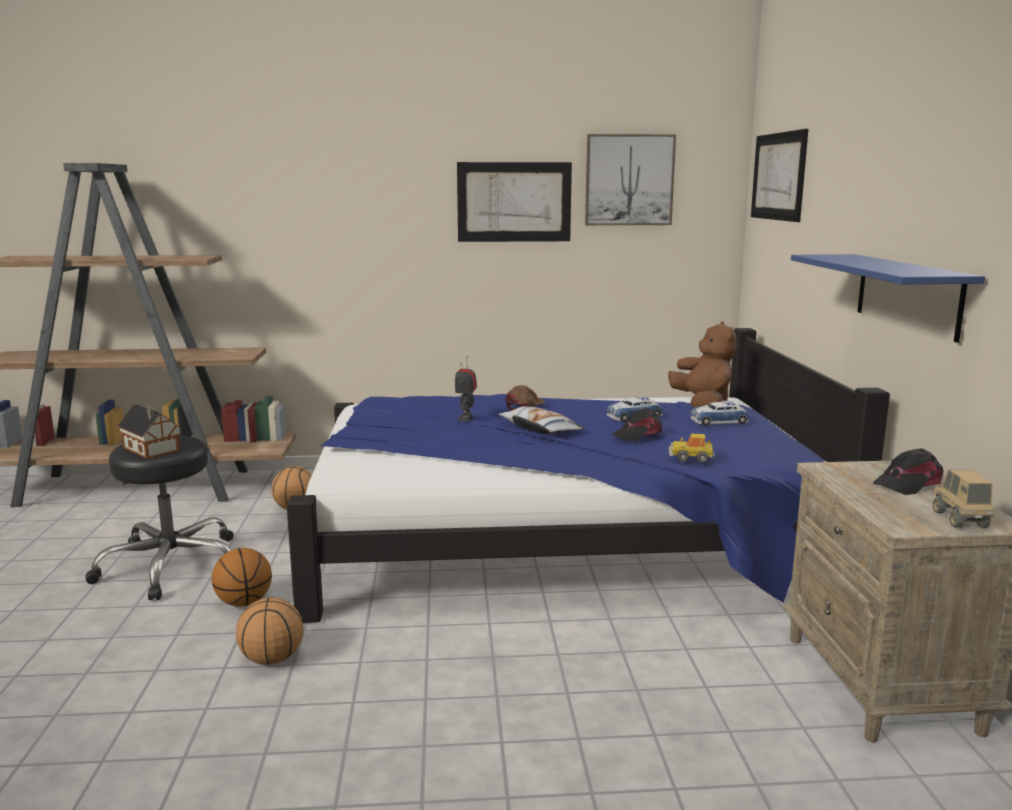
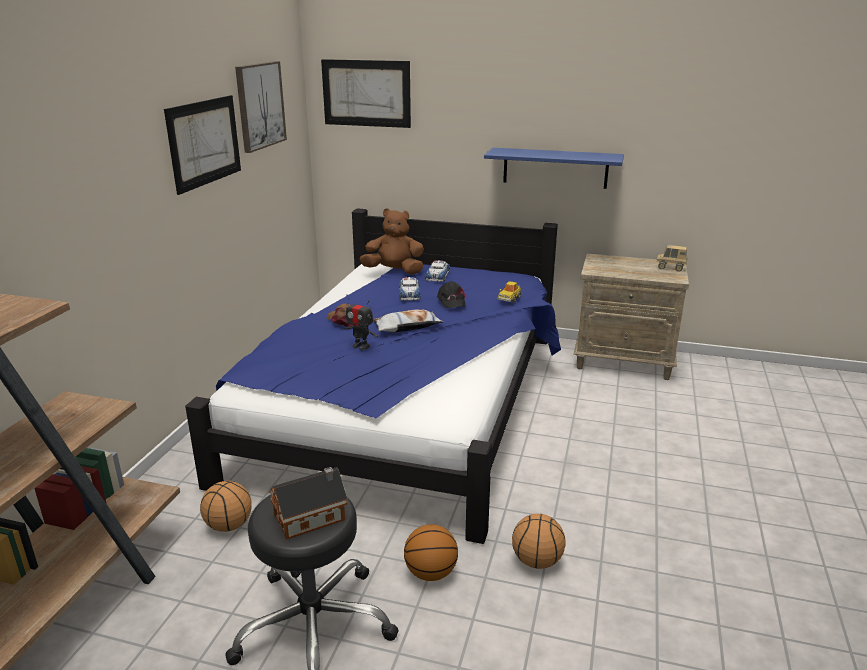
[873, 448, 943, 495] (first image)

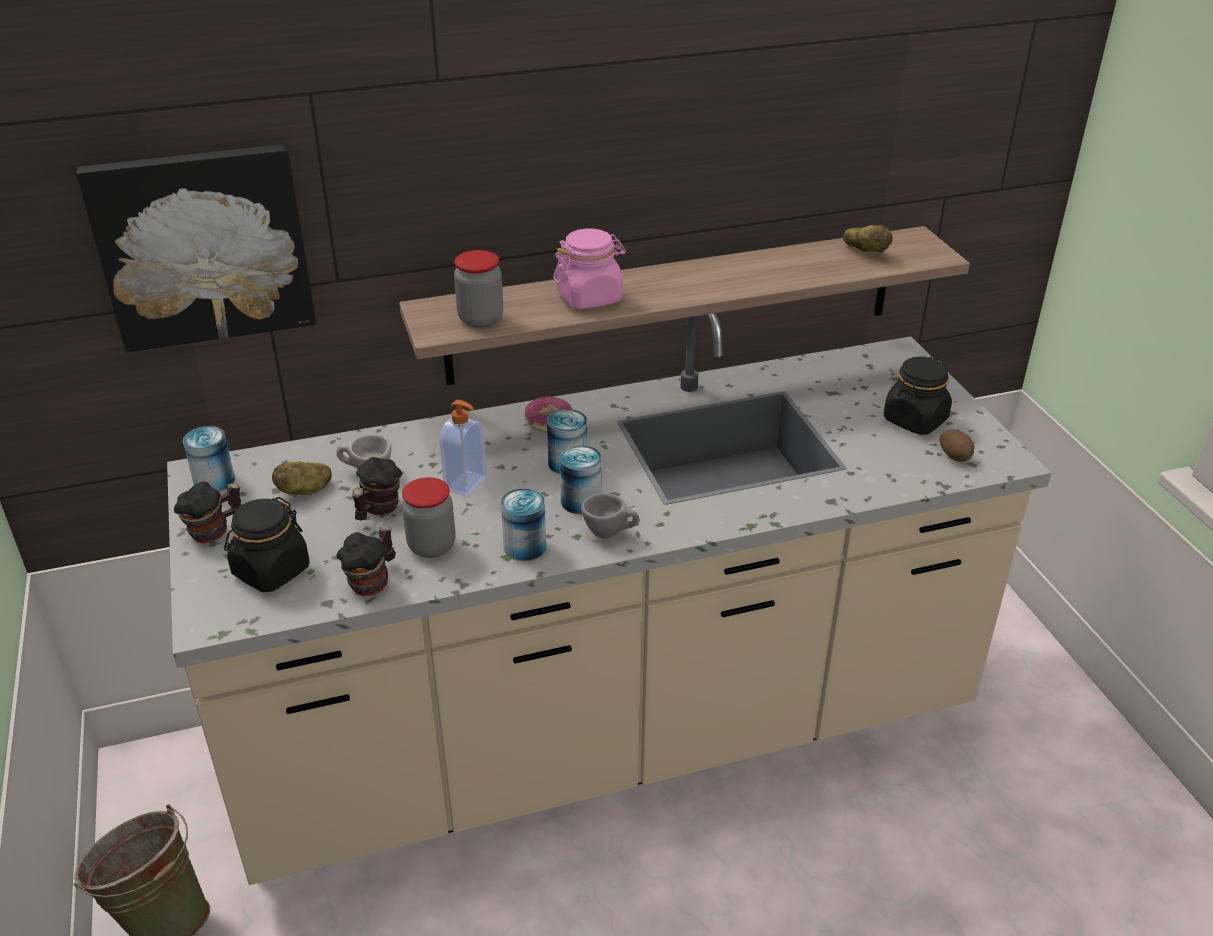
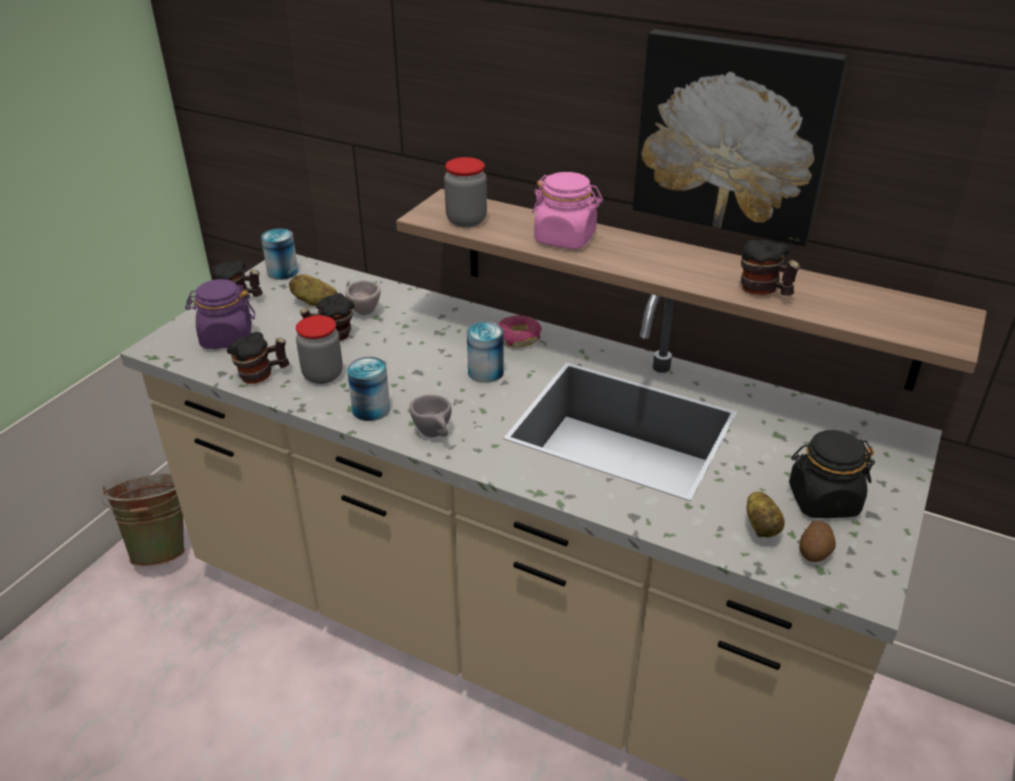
[633, 29, 848, 247]
[746, 492, 785, 538]
[439, 400, 487, 497] (first image)
[560, 445, 601, 514] (first image)
[185, 279, 255, 349]
[741, 240, 800, 296]

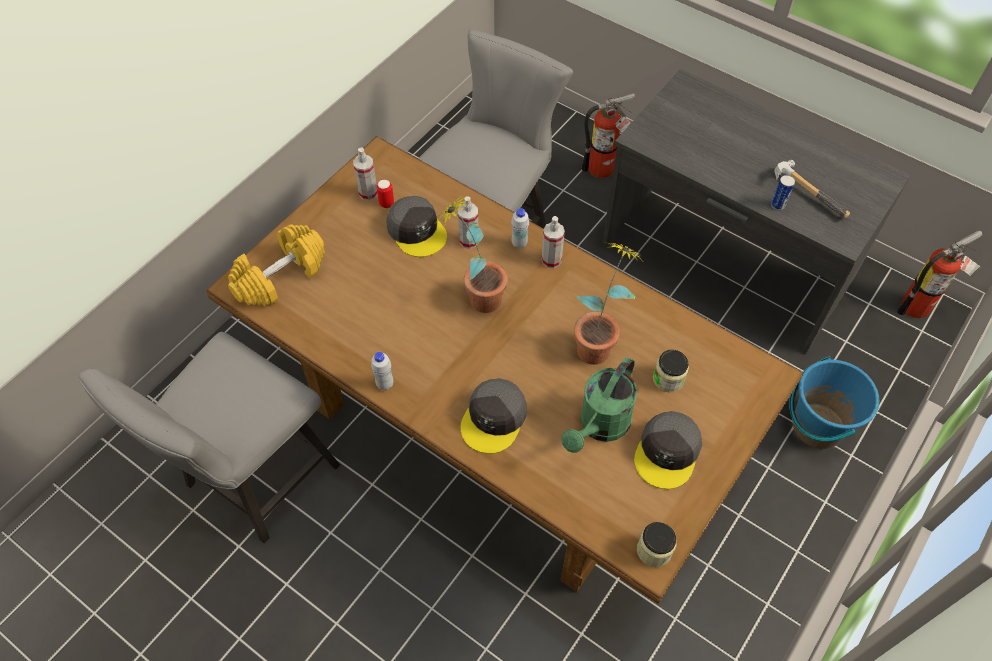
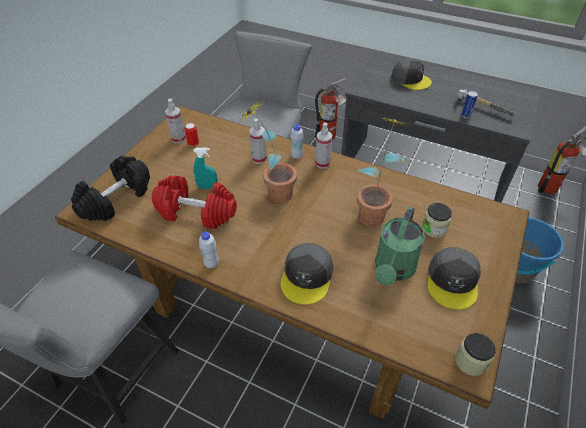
[391, 58, 432, 90]
[71, 156, 150, 221]
[194, 148, 218, 189]
[152, 176, 237, 229]

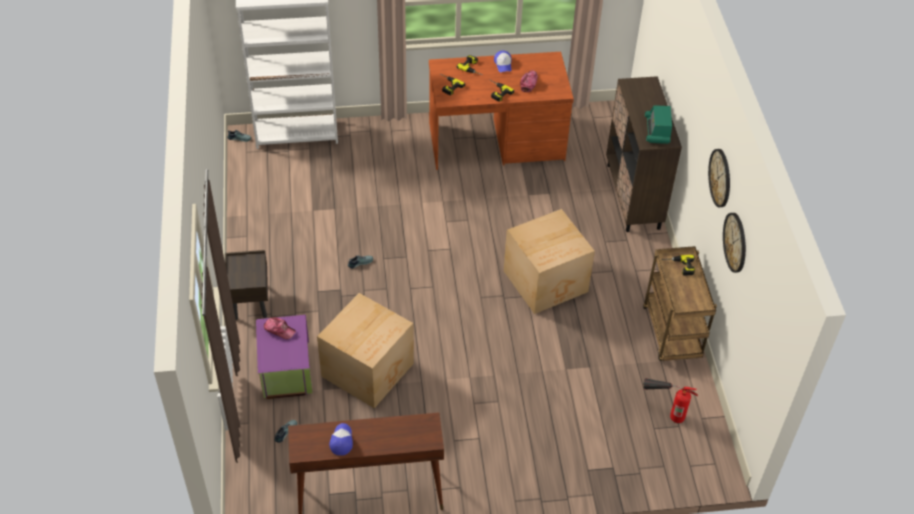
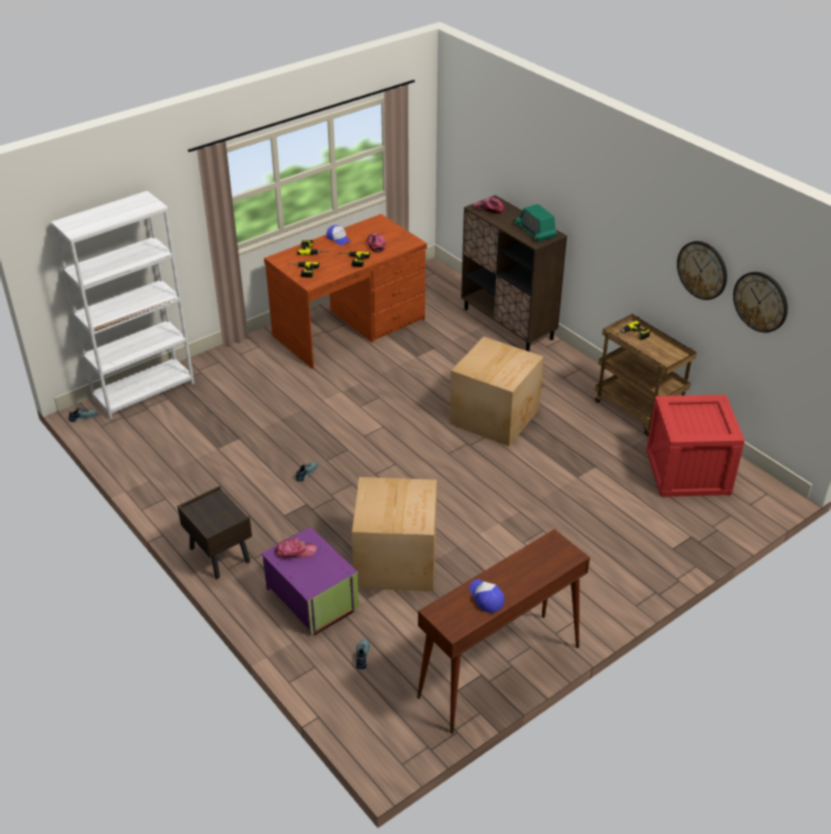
[733, 272, 788, 333]
[646, 395, 745, 497]
[473, 197, 505, 214]

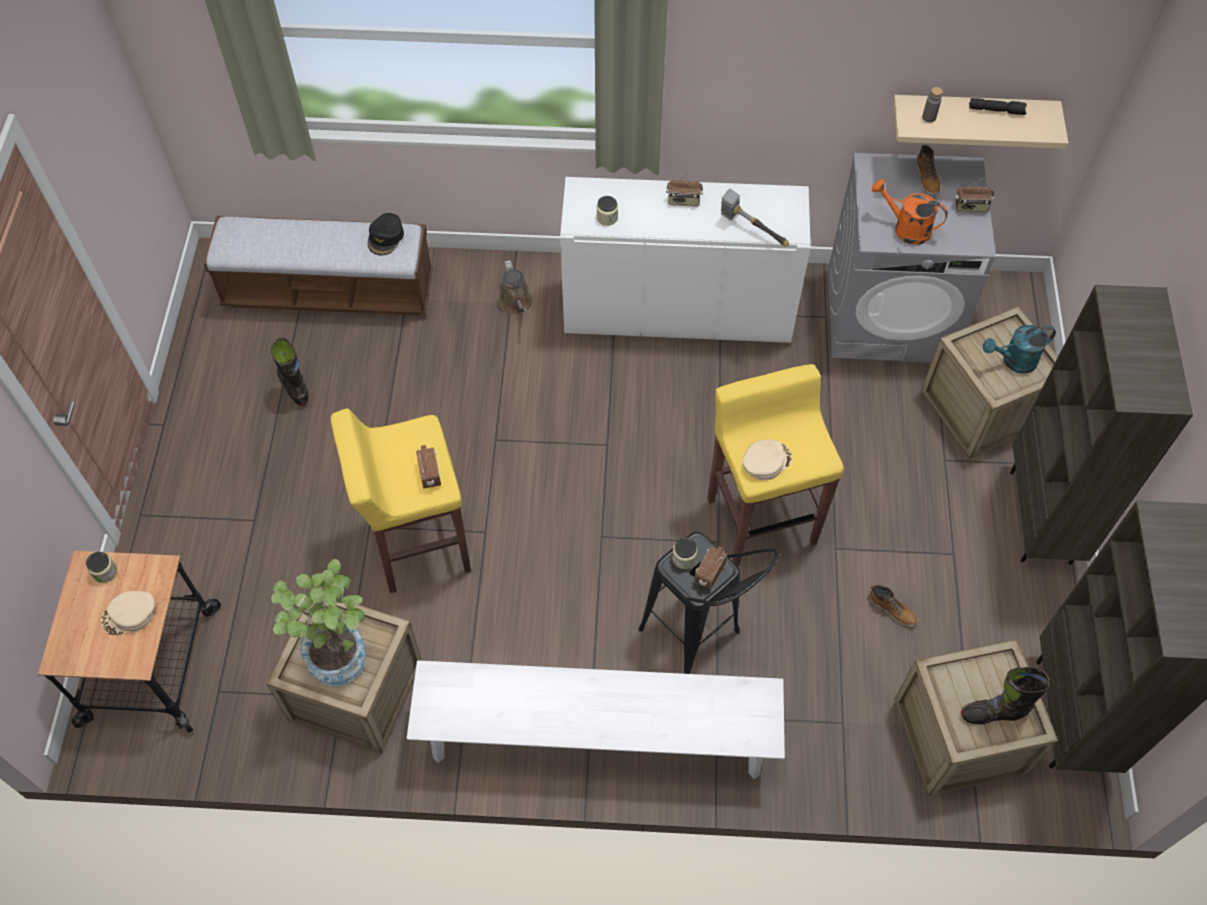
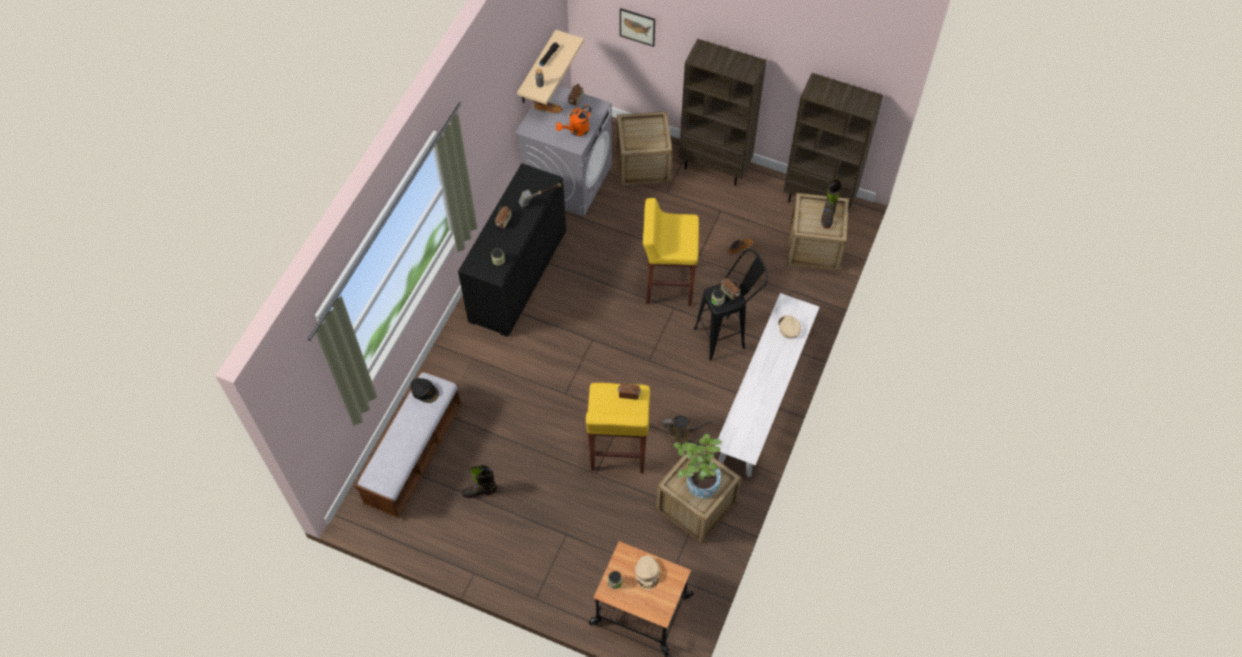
[458, 163, 566, 337]
[663, 415, 715, 443]
[983, 325, 1056, 374] (first image)
[778, 315, 801, 339]
[620, 8, 655, 47]

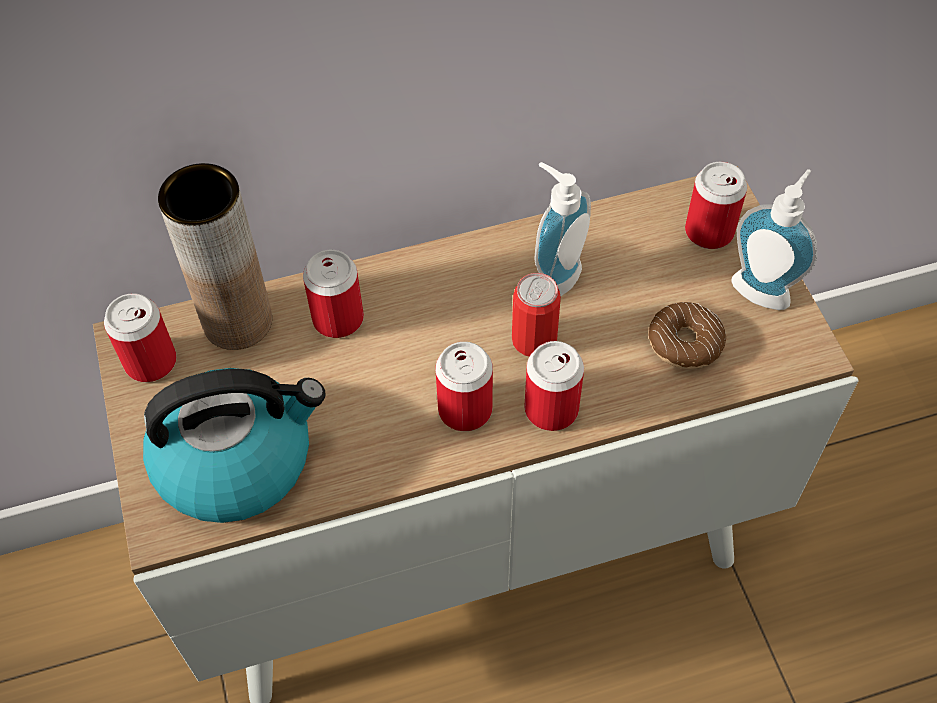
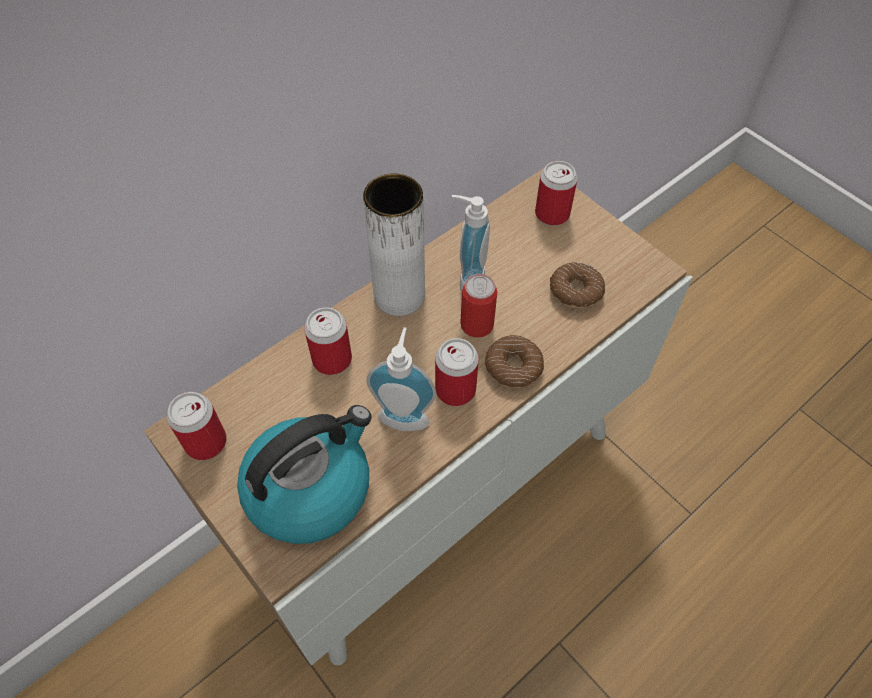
[158, 163, 272, 350] (first image)
[366, 327, 437, 431]
[485, 335, 544, 389]
[363, 173, 425, 316]

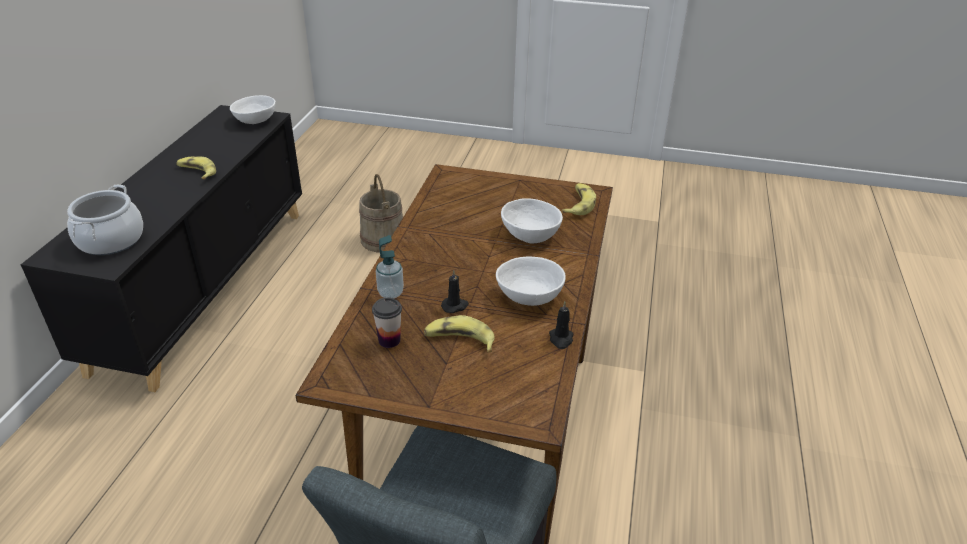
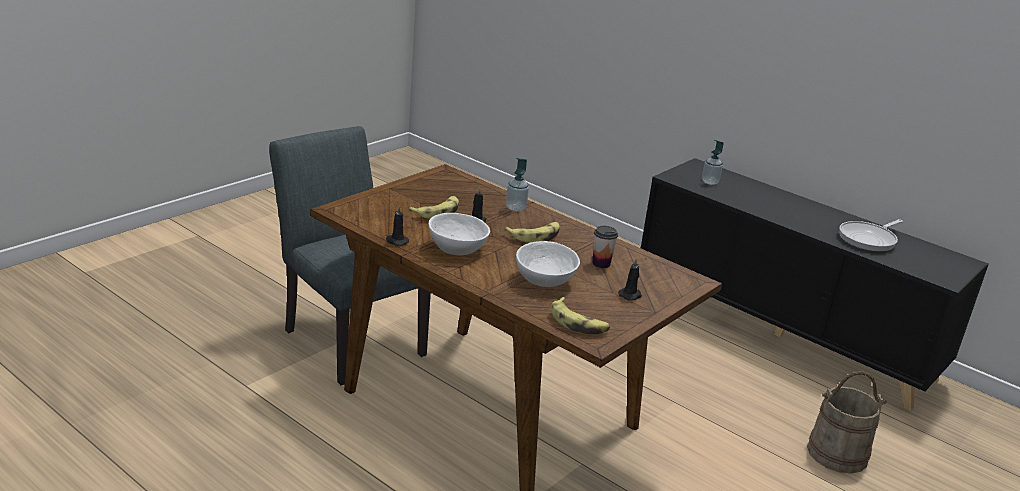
[230, 95, 276, 124] (first image)
[504, 222, 560, 243]
[702, 140, 724, 185]
[593, 226, 618, 268]
[839, 219, 903, 252]
[618, 258, 642, 300]

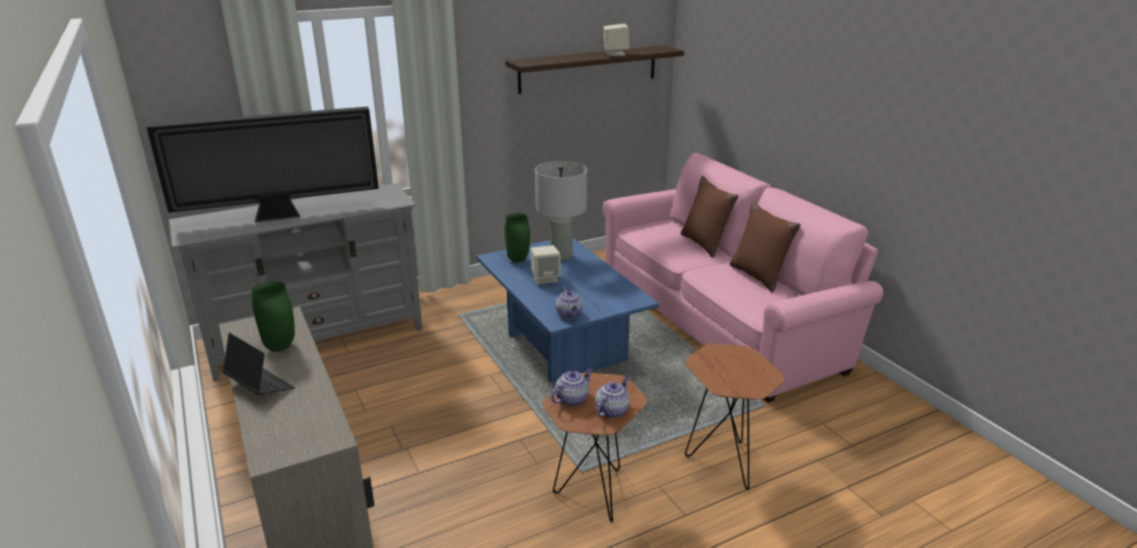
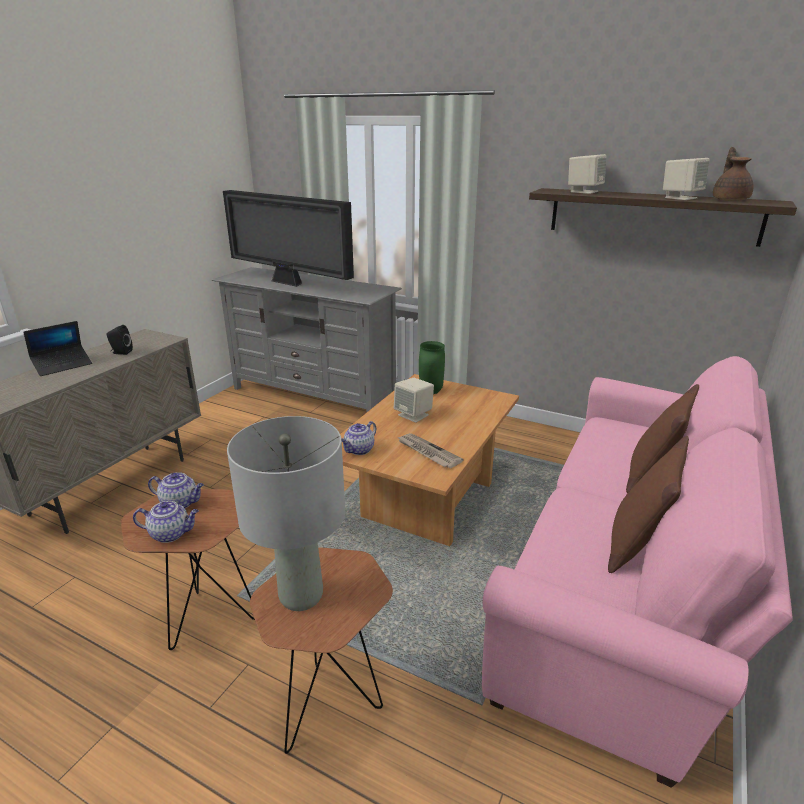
[227, 416, 345, 611]
[340, 374, 519, 546]
[107, 325, 133, 355]
[23, 321, 92, 376]
[713, 147, 753, 201]
[568, 154, 607, 194]
[397, 433, 464, 468]

